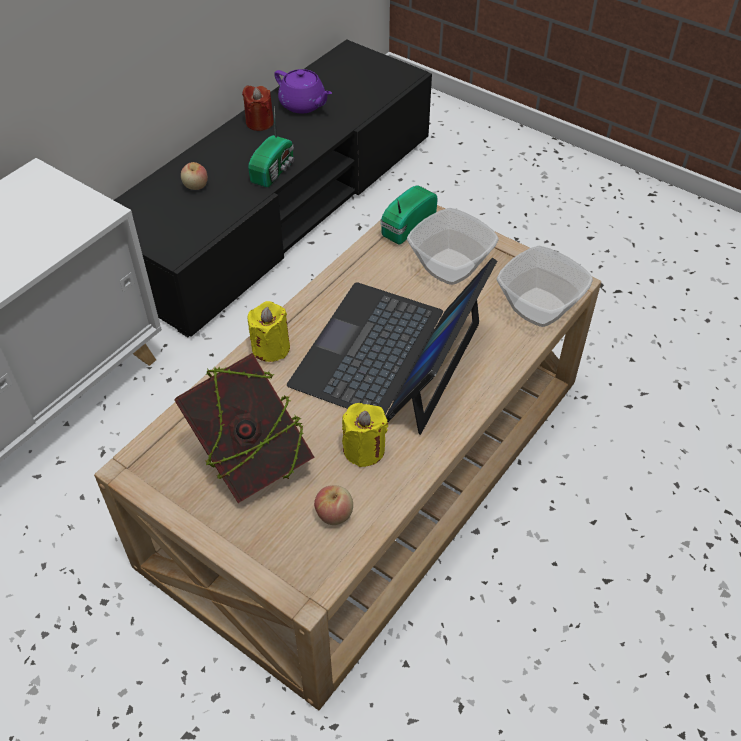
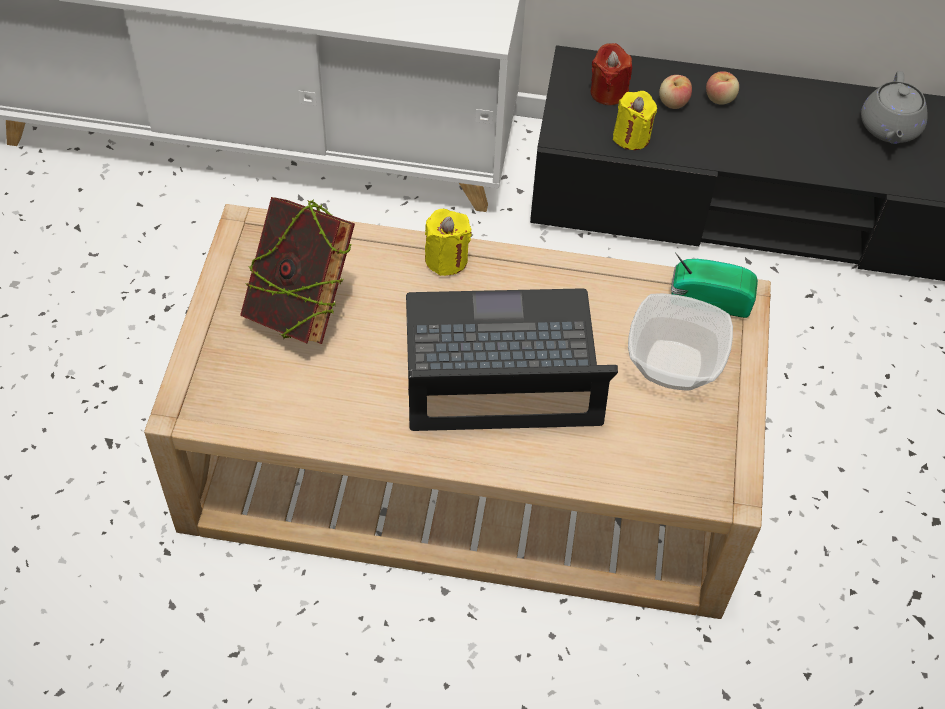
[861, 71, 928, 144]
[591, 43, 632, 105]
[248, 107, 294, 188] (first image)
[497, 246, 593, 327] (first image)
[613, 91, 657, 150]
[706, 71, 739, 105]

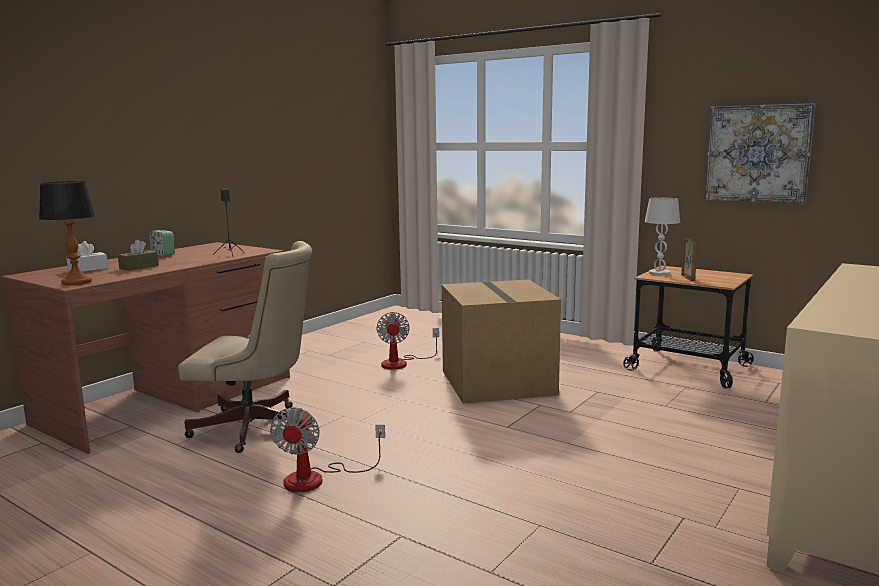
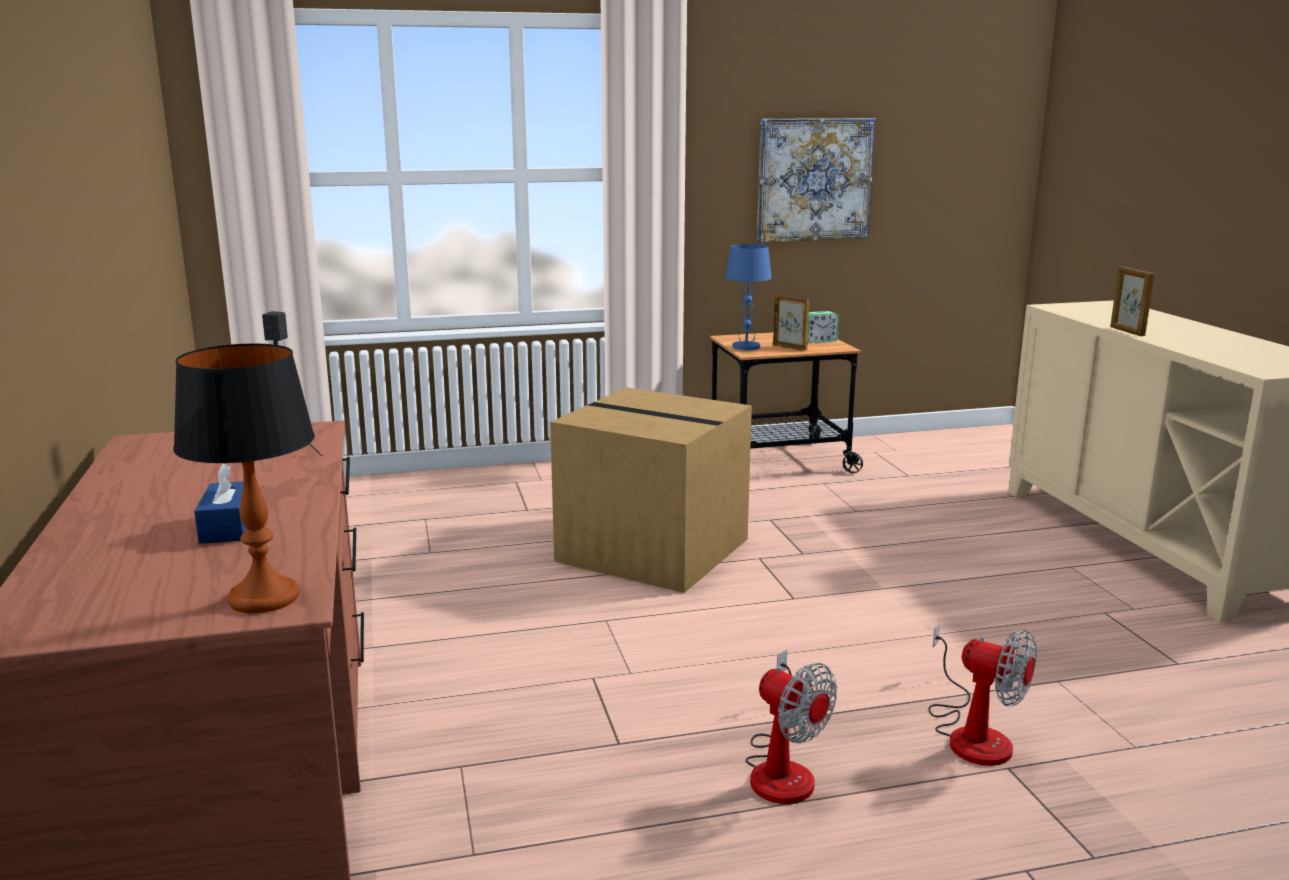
[725, 244, 772, 350]
[808, 311, 839, 343]
[194, 463, 247, 544]
[66, 241, 108, 272] (first image)
[178, 241, 312, 453] (first image)
[928, 623, 1037, 766]
[1110, 267, 1154, 336]

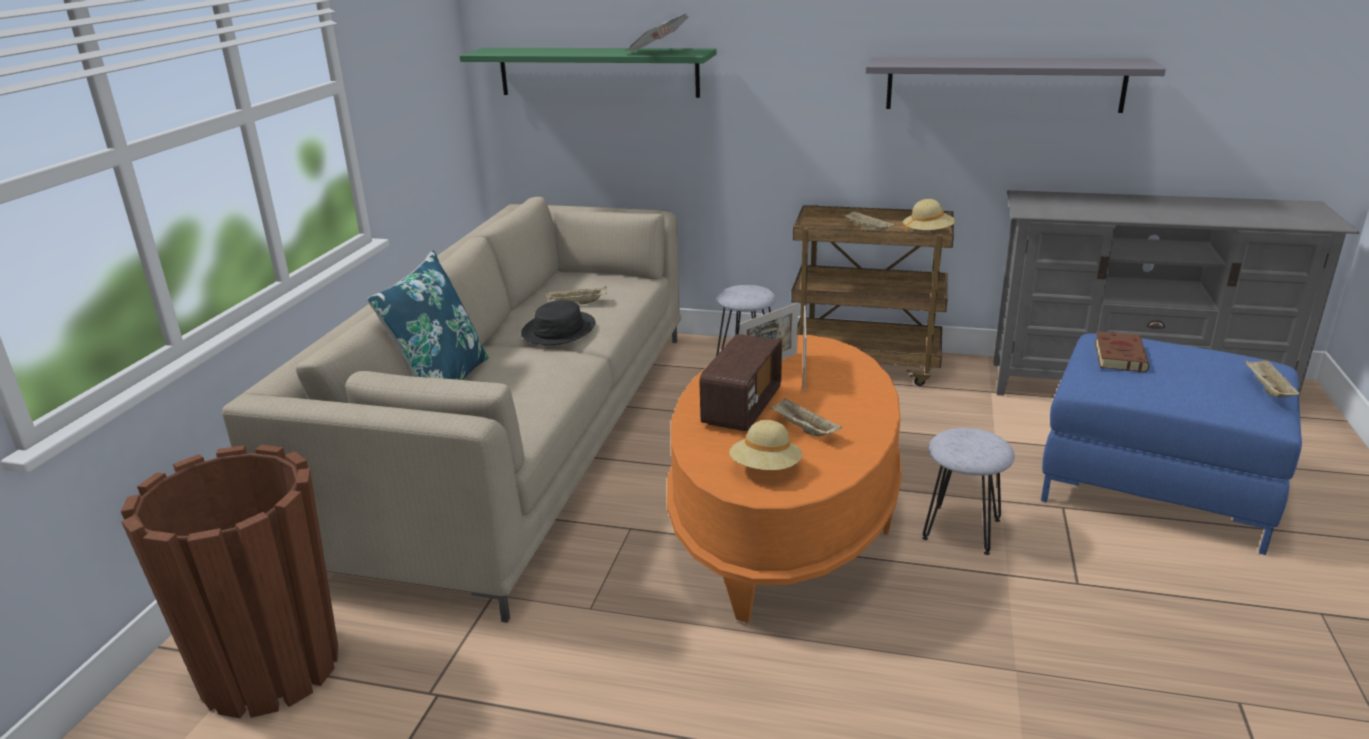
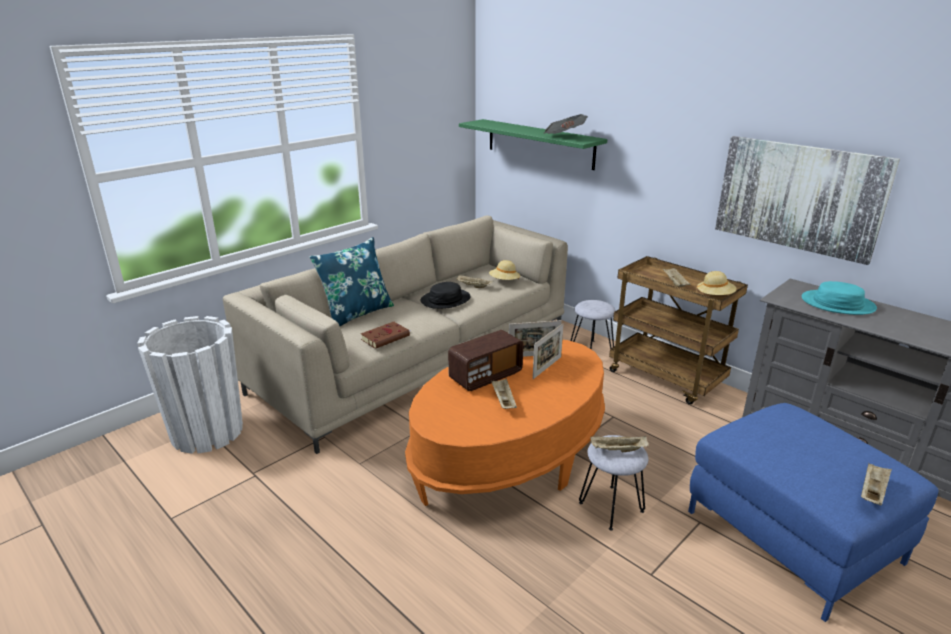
[715, 136, 900, 265]
[361, 322, 410, 349]
[489, 260, 520, 280]
[137, 316, 243, 454]
[802, 281, 877, 315]
[590, 436, 649, 452]

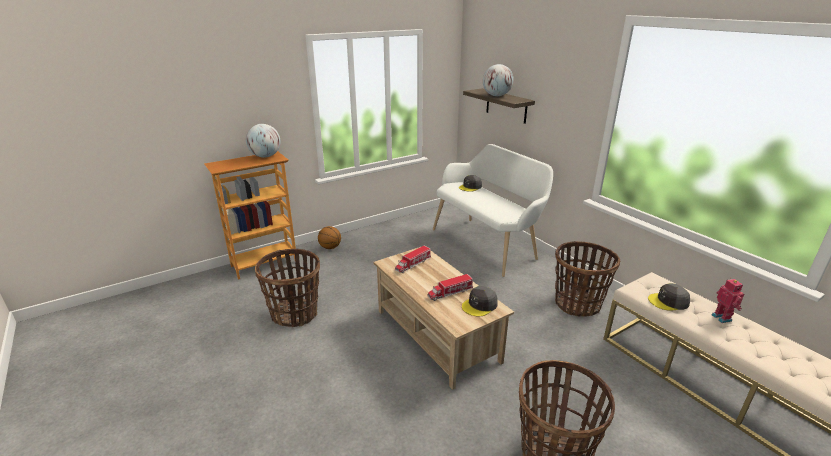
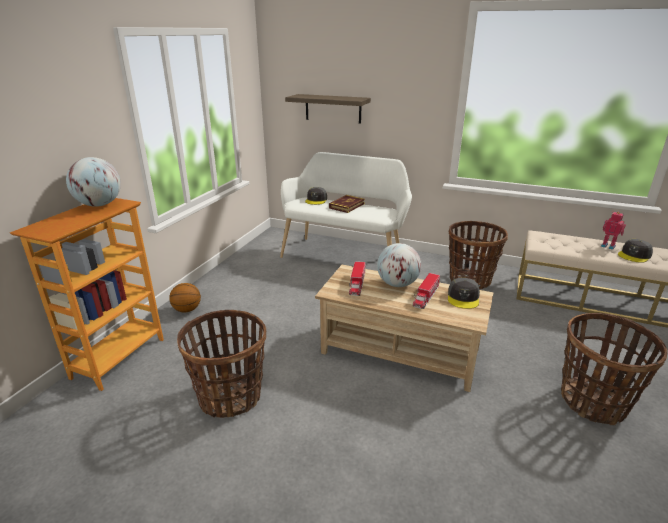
[377, 243, 421, 287]
[618, 239, 653, 263]
[329, 195, 365, 213]

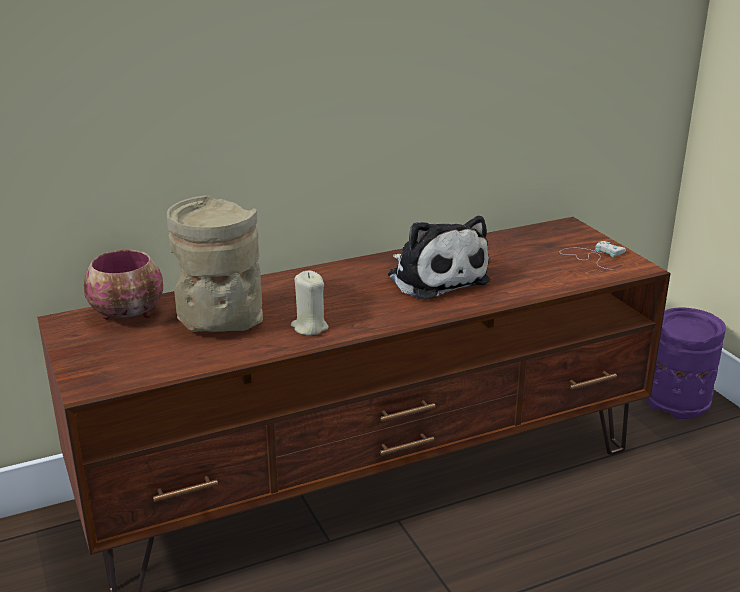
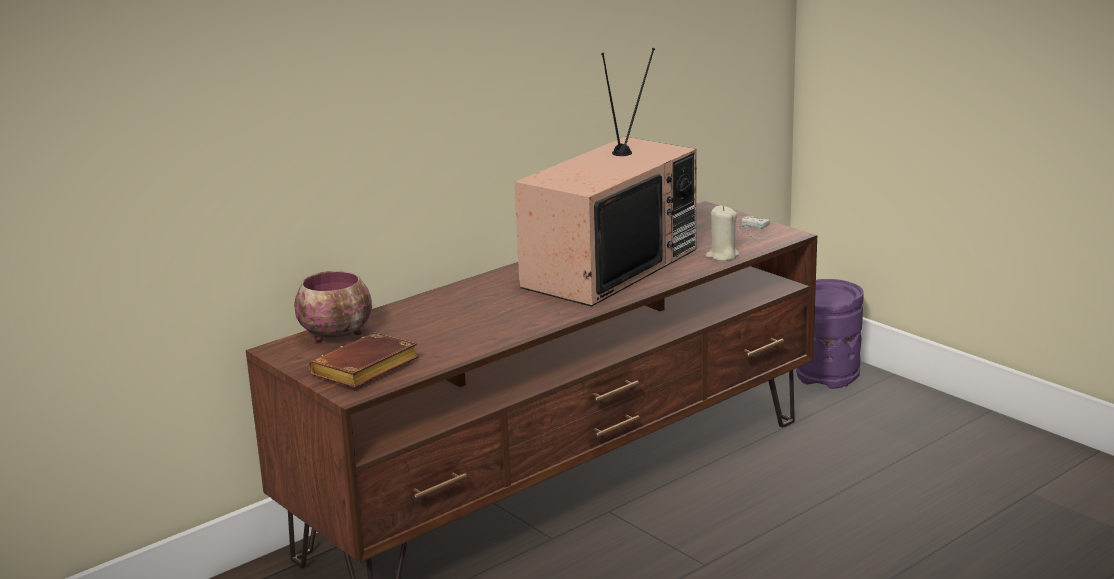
[167, 195, 263, 332] (first image)
[515, 48, 697, 307]
[705, 206, 740, 261]
[309, 333, 418, 388]

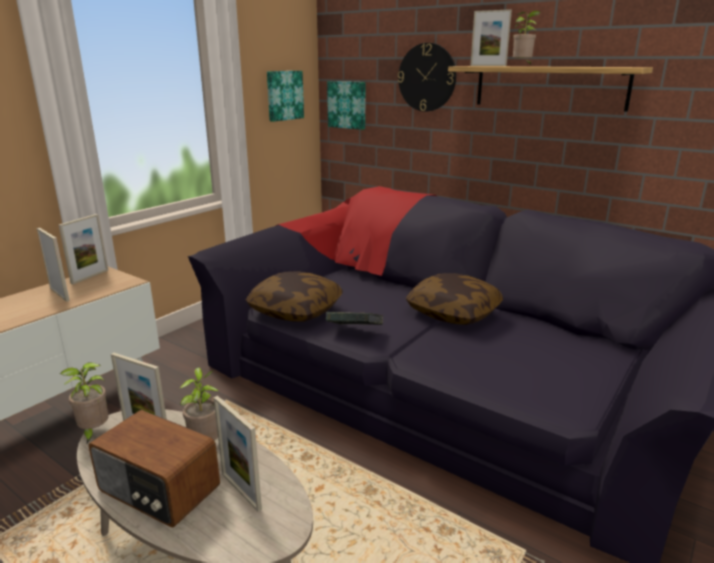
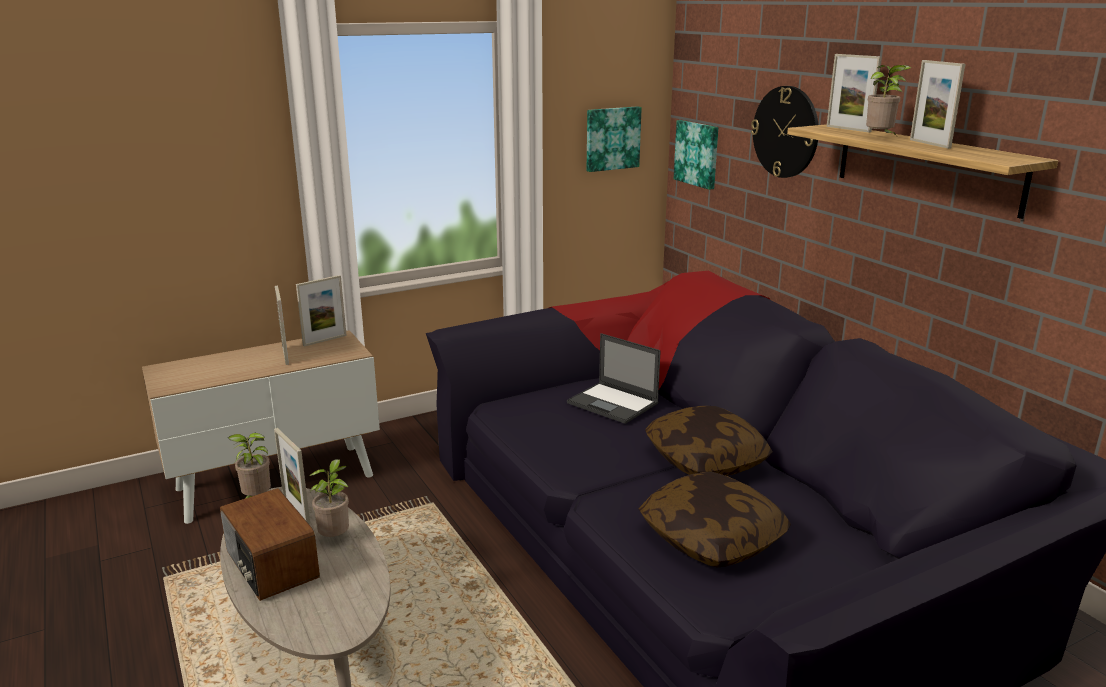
[639, 472, 791, 568]
[326, 312, 383, 325] (first image)
[910, 60, 965, 149]
[567, 333, 661, 424]

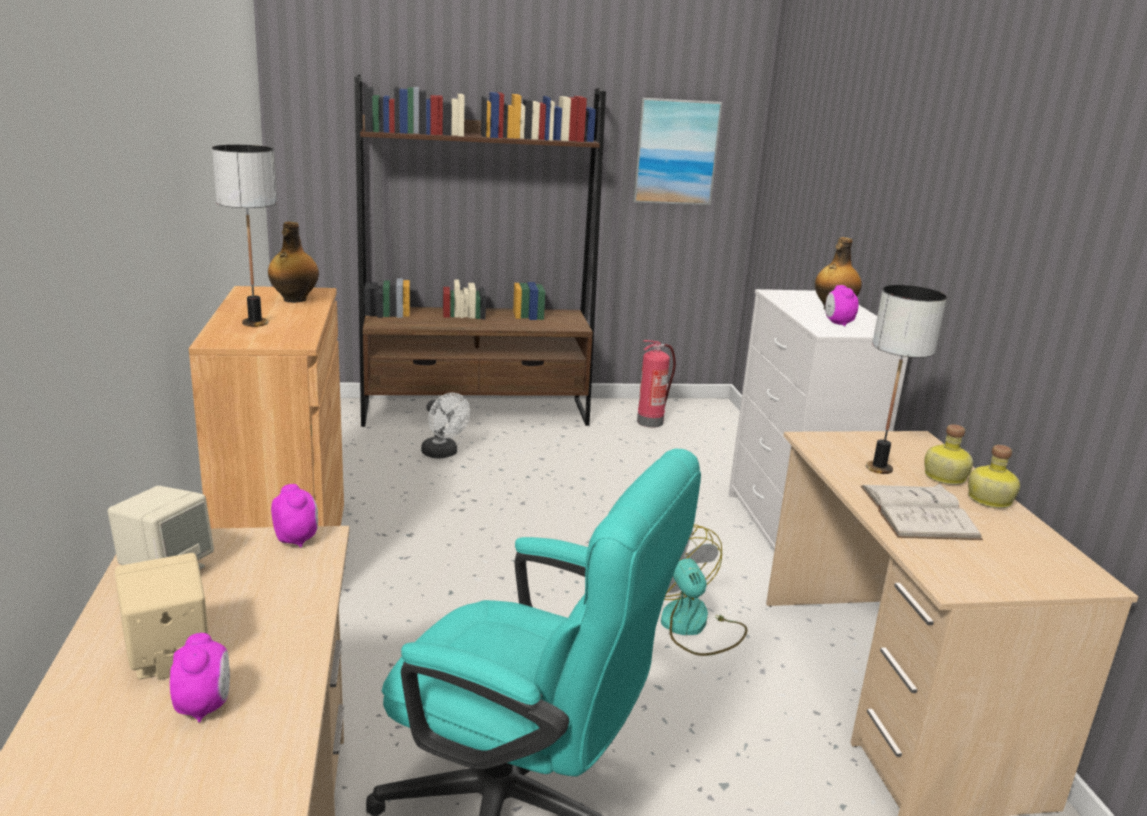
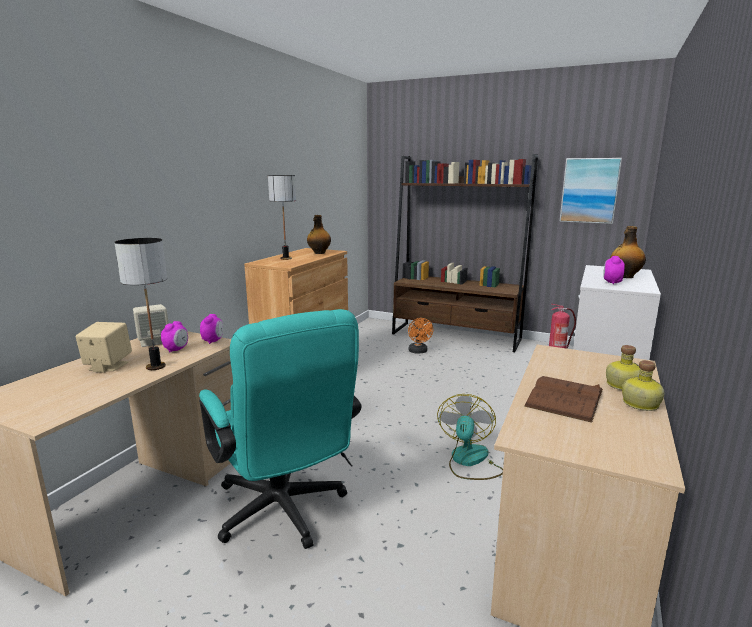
[114, 238, 167, 370]
[408, 318, 433, 353]
[524, 376, 603, 423]
[161, 321, 188, 353]

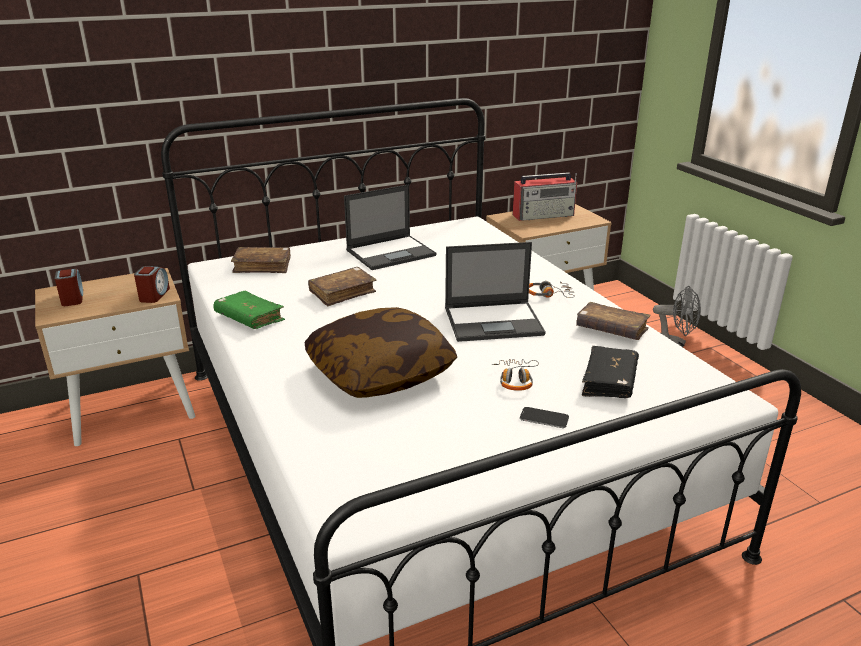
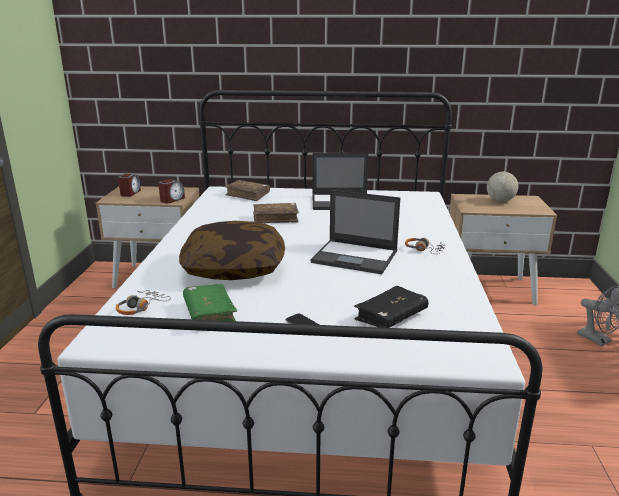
[487, 154, 518, 202]
[183, 284, 237, 321]
[576, 302, 650, 340] (first image)
[116, 290, 171, 315]

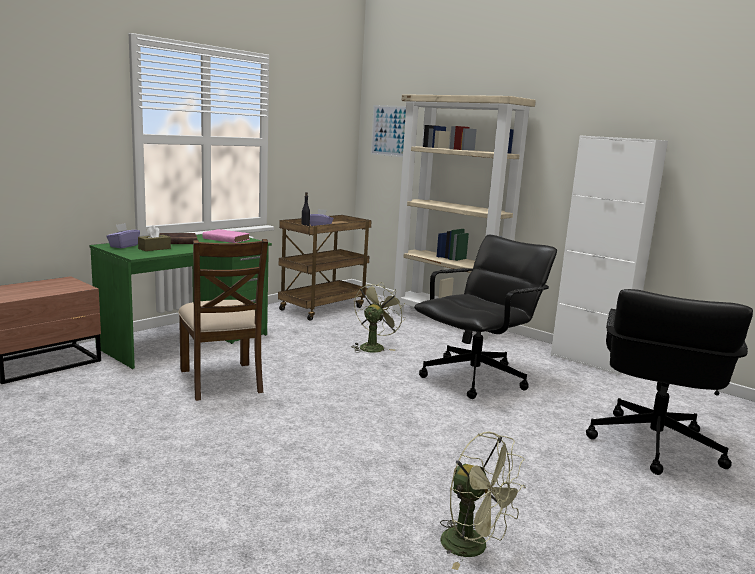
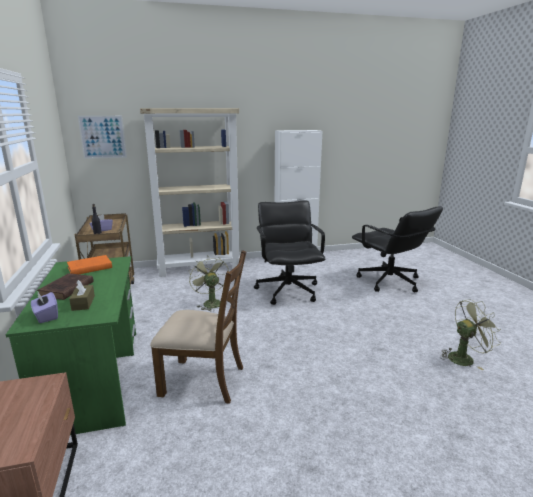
[67, 255, 112, 274]

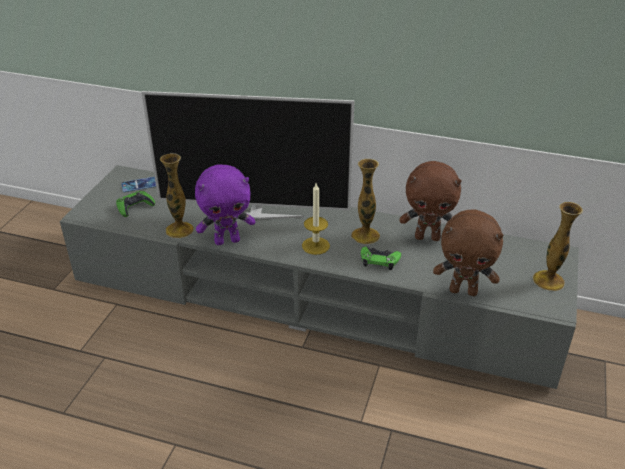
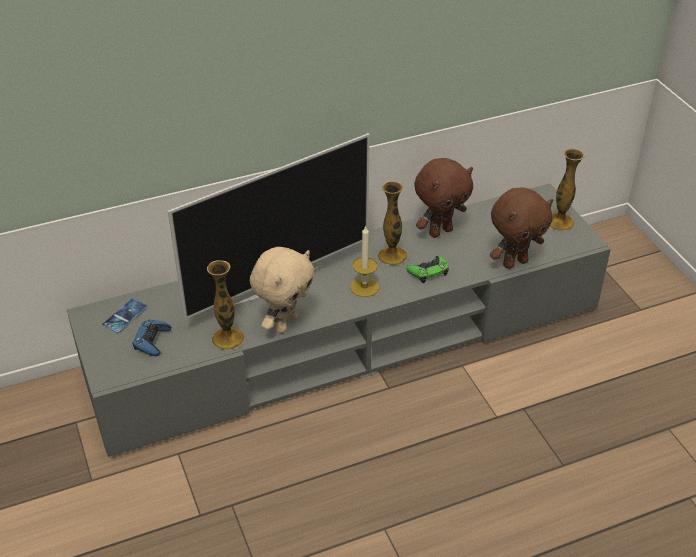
[250, 247, 315, 333]
[133, 320, 171, 356]

